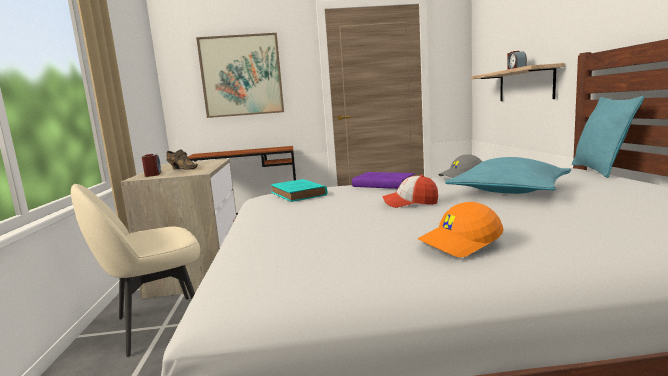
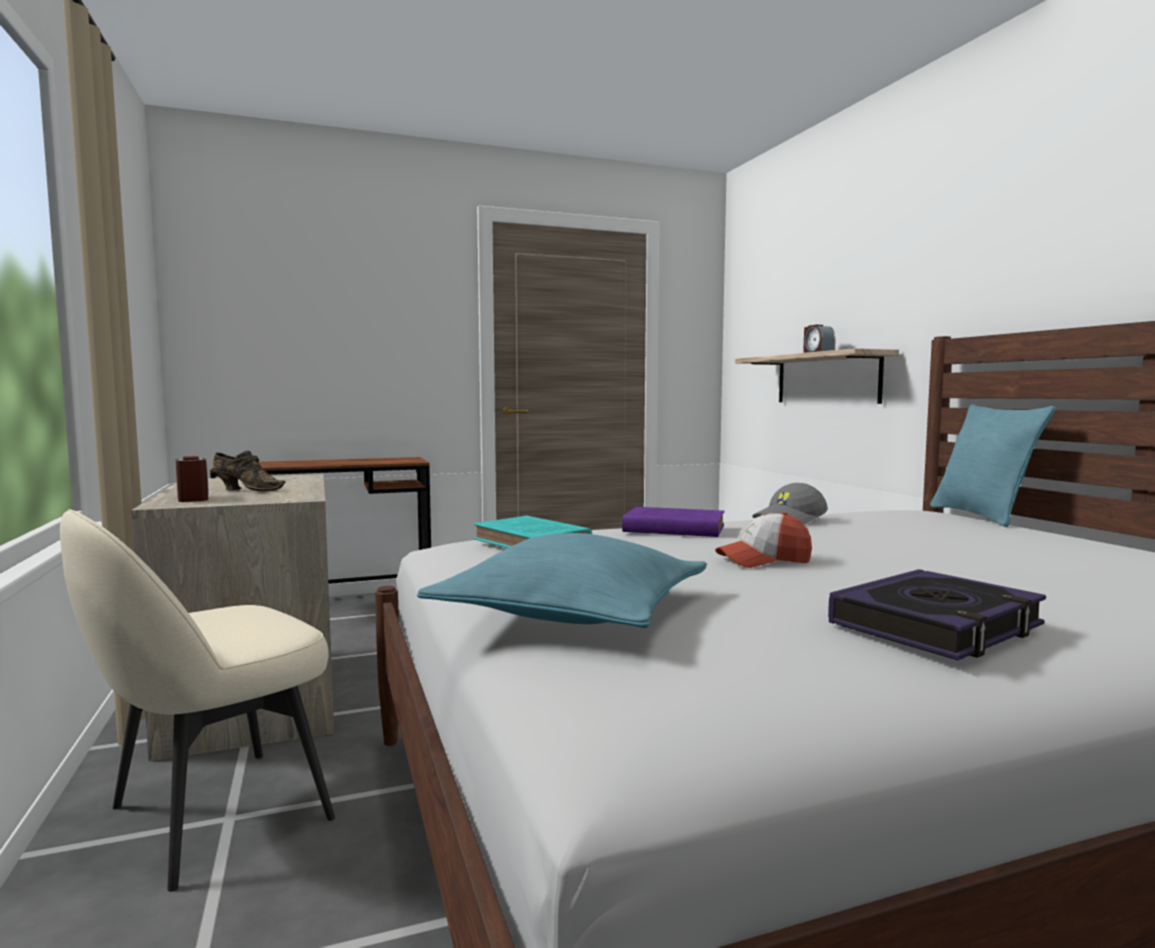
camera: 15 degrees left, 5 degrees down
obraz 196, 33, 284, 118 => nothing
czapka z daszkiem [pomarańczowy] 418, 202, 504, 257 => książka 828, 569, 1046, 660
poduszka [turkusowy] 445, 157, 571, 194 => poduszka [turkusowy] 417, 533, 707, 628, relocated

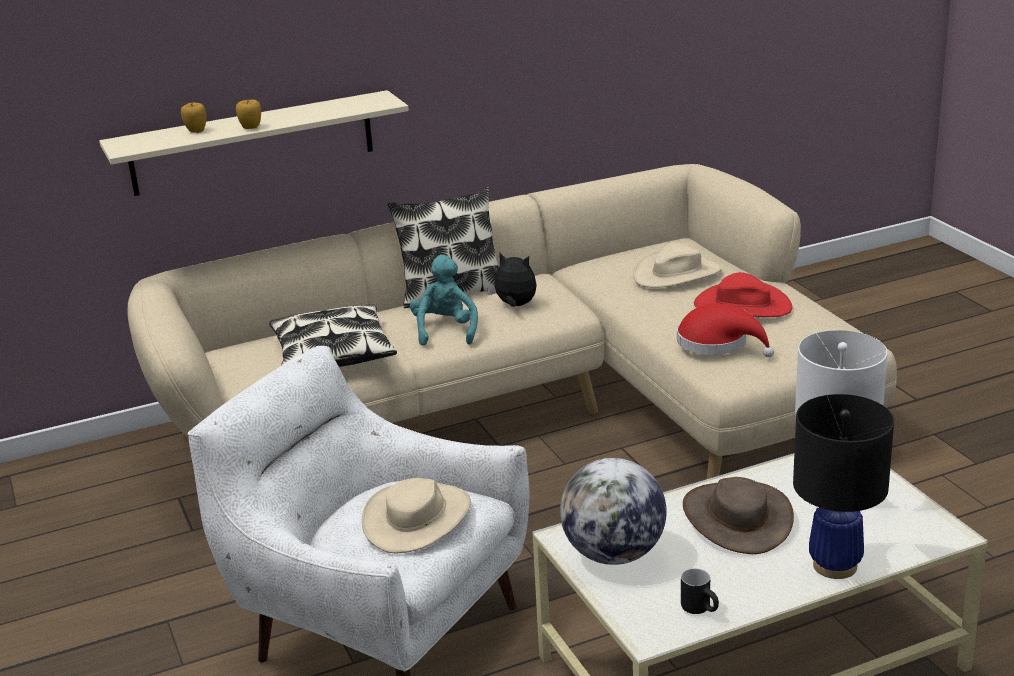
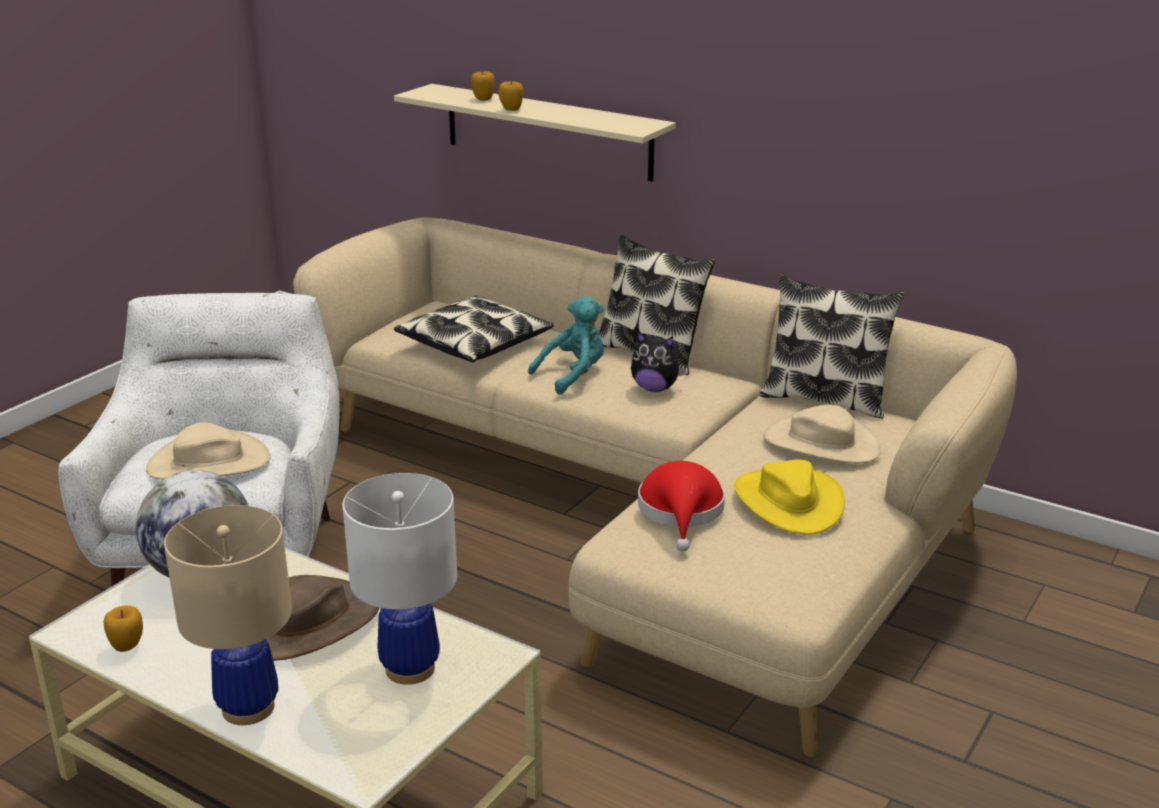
camera: 55 degrees right, 0 degrees up
pluszak 488, 253, 537, 307 => pluszak 631, 332, 686, 392, 120 degrees clockwise
kubek [czarny] 681, 568, 719, 614 => jabłko 104, 606, 143, 652
kapelusz [czerwony] 694, 272, 792, 317 => kapelusz [żółty] 734, 459, 845, 535
lampa stołowa [czarny] 793, 394, 894, 579 => lampa stołowa [beżowy] 164, 505, 292, 725
nothing => poduszka 760, 274, 904, 419

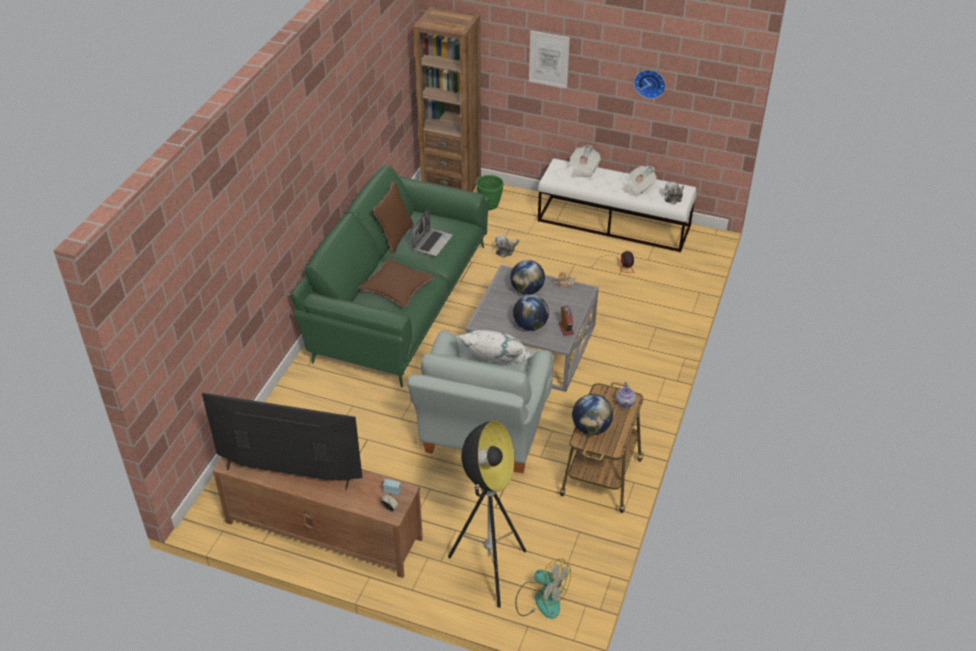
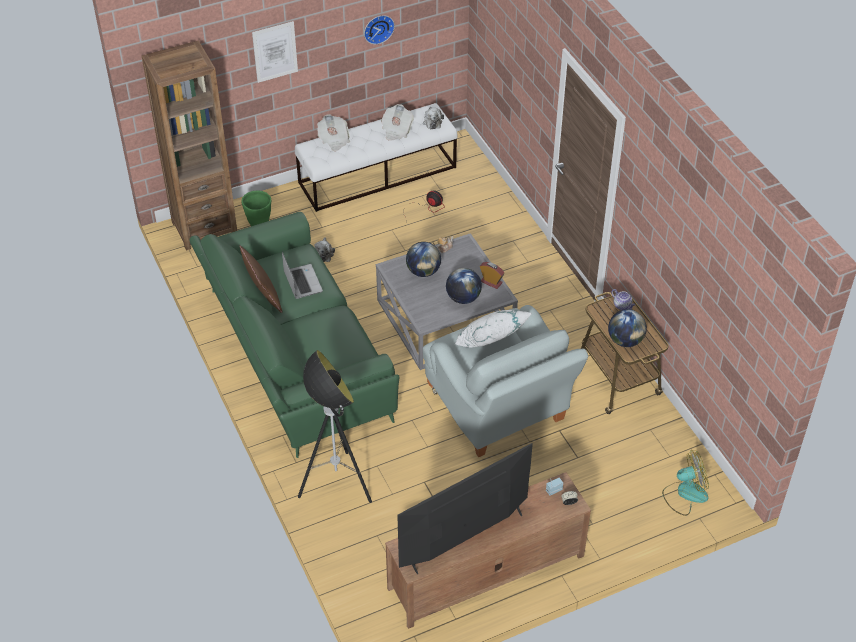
camera: 45 degrees left, 5 degrees up
poduszka [brązowy] 358, 259, 434, 307 => nothing
lampa stojąca 448, 421, 527, 608 => lampa stojąca 298, 350, 372, 503, relocated

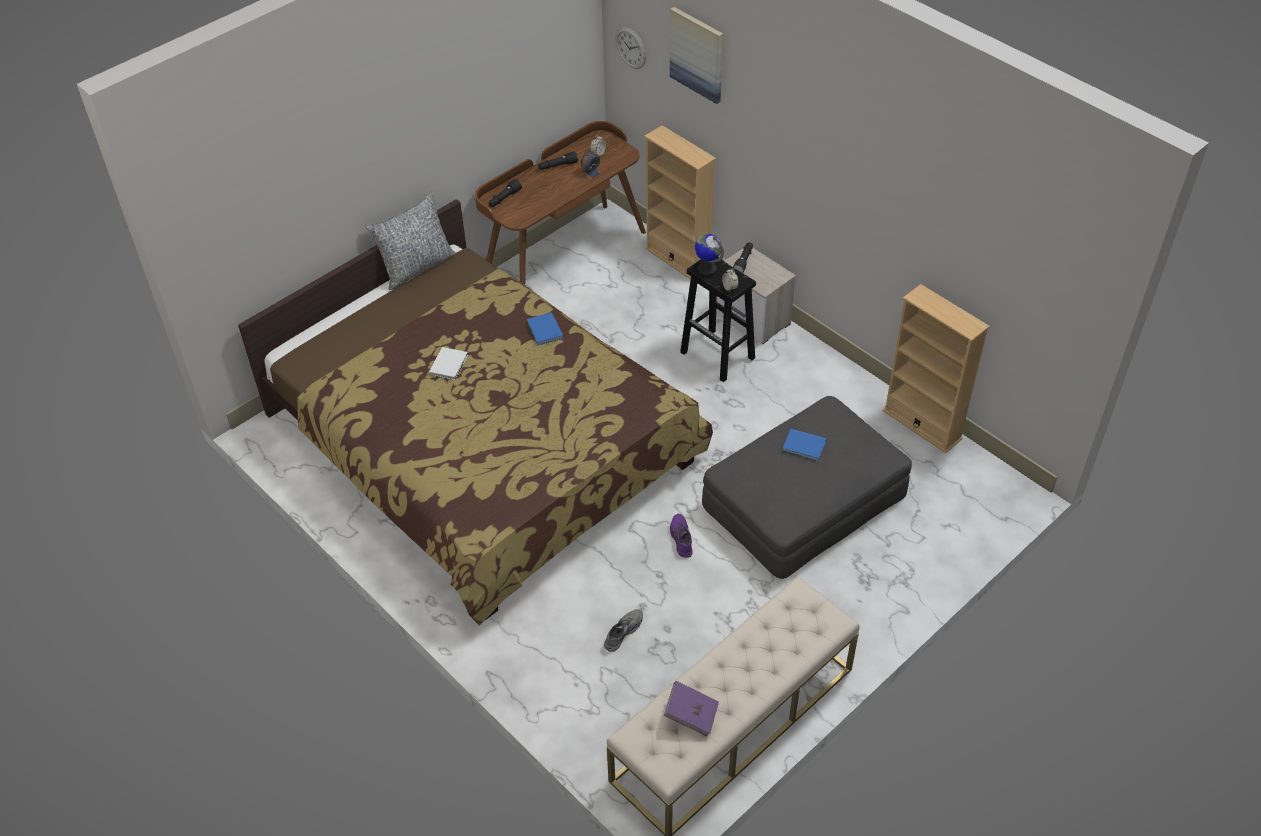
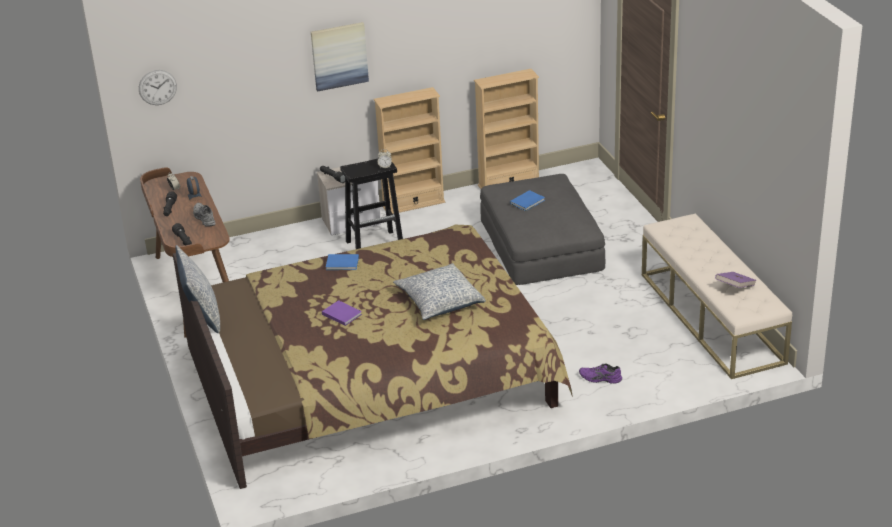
camera: 65 degrees left, 15 degrees down
książka [biały] 429, 347, 468, 380 => książka [fioletowy] 322, 300, 362, 326
but [szary] 604, 609, 643, 652 => but [szary] 193, 203, 215, 227, relocated
regał [beżowy] 644, 125, 716, 280 => regał [beżowy] 374, 87, 445, 214, relocated
obraz 670, 7, 723, 104 => obraz 311, 22, 369, 91, relocated
but [fioletowy] 670, 514, 692, 558 => but [fioletowy] 579, 363, 622, 384, relocated
globus 695, 234, 724, 276 => nothing
nothing => poduszka 393, 263, 486, 320

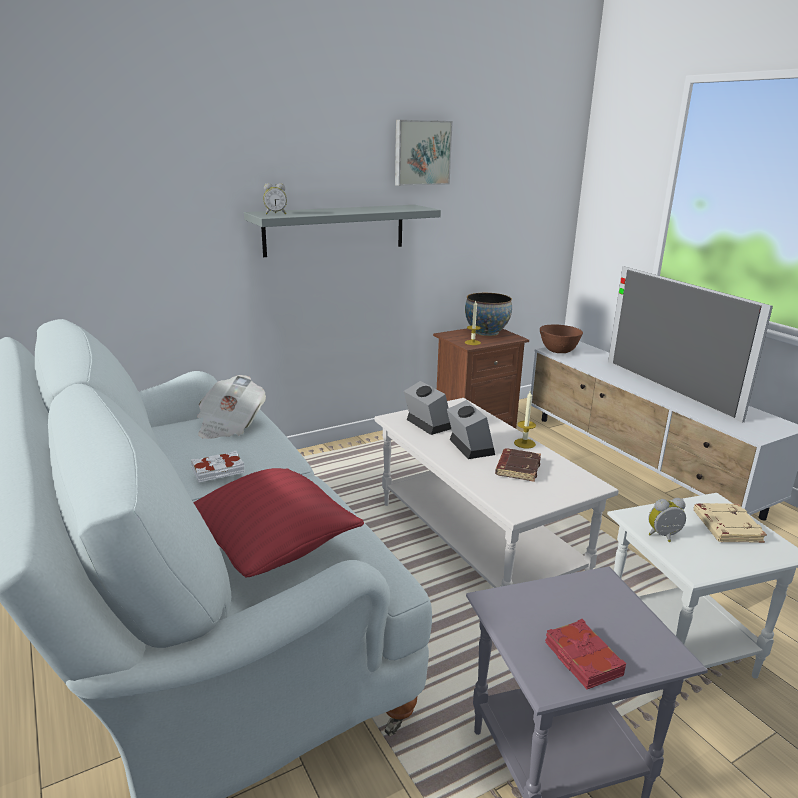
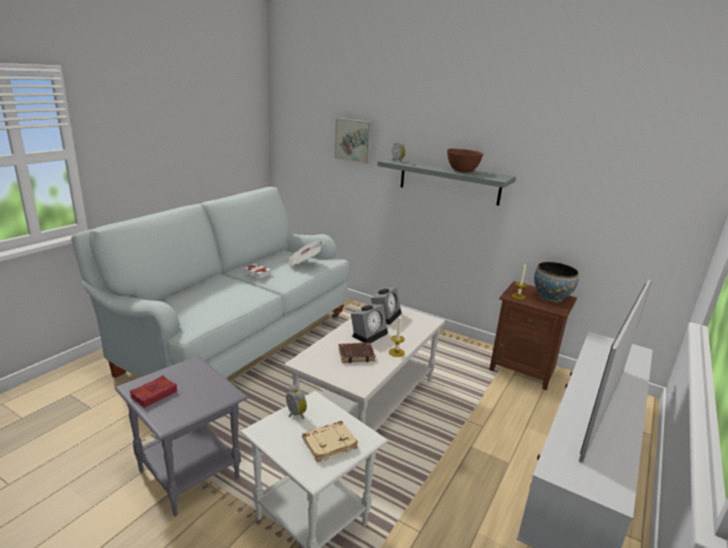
camera: 60 degrees right, 0 degrees up
poduszka [czerwony] 193, 468, 364, 577 => nothing
obraz 395, 120, 453, 186 => obraz 334, 118, 373, 164, relocated
miska [brązowy] 540, 324, 583, 353 => miska [brązowy] 447, 149, 484, 172, relocated

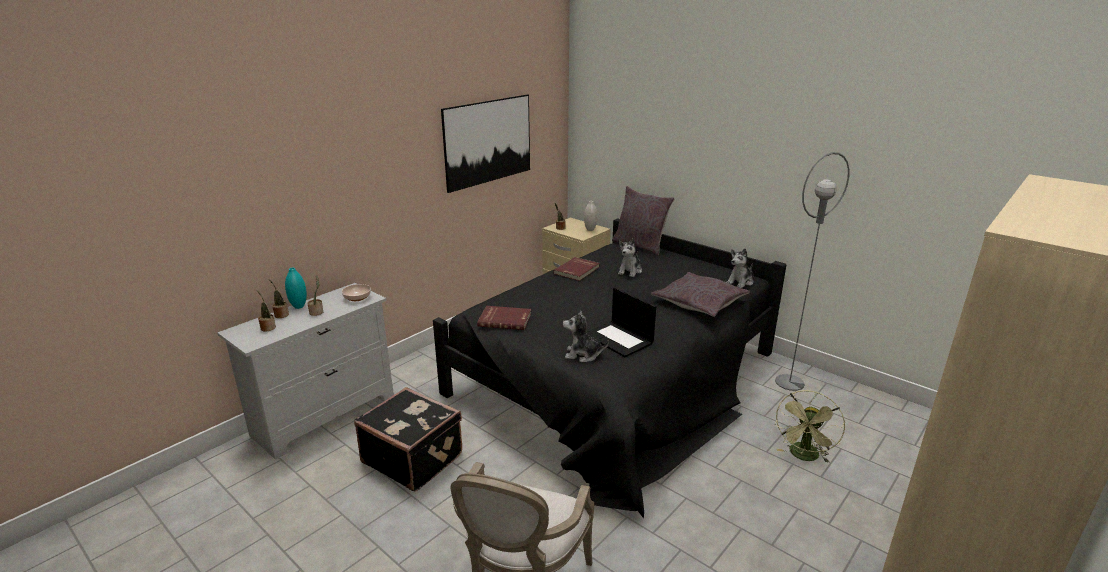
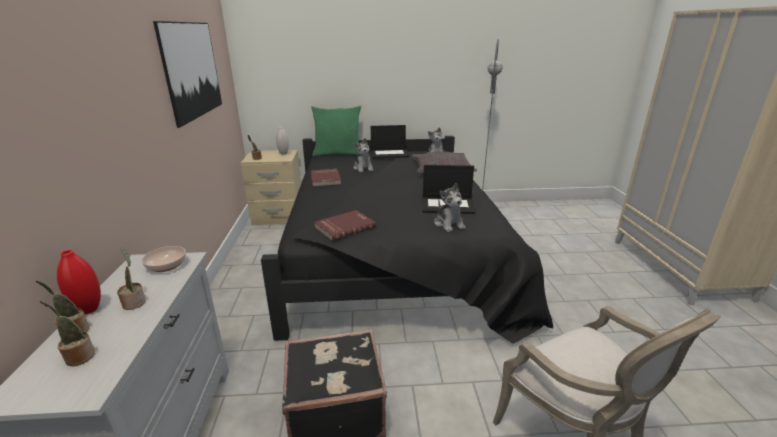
camera: 45 degrees left, 0 degrees up
wazon [turkusowy] 285, 268, 307, 309 => wazon [czerwony] 57, 250, 101, 314
pluszak 563, 311, 609, 362 => pluszak 434, 183, 465, 232, 75 degrees counterclockwise
poduszka [szary] 612, 186, 675, 256 => poduszka [zielony] 311, 106, 361, 156
wentylator [zielony] 775, 390, 845, 463 => nothing
nothing => laptop 371, 125, 409, 158

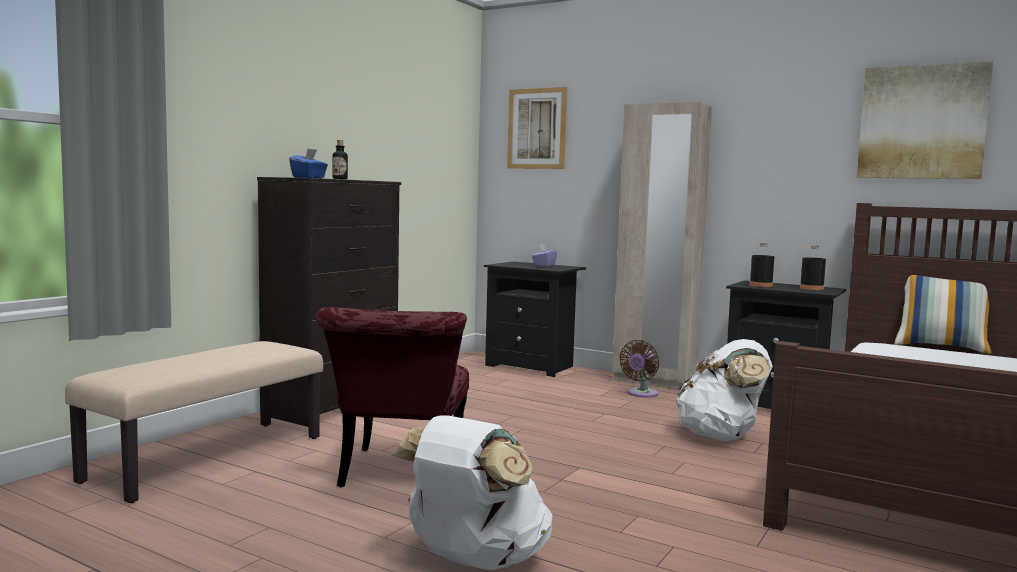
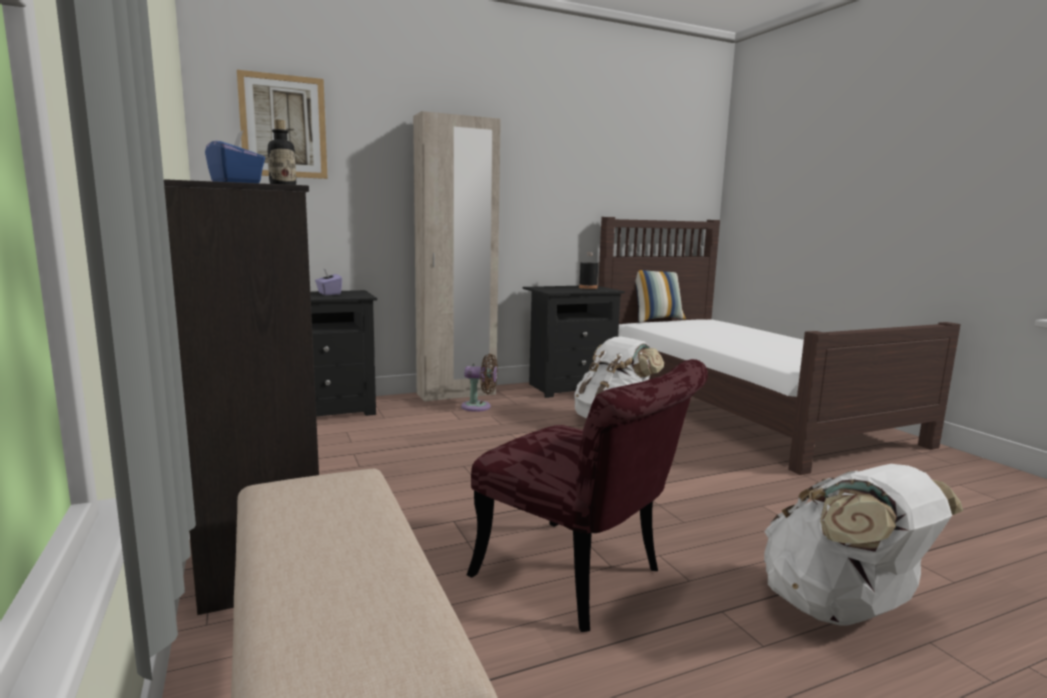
camera: 55 degrees left, 5 degrees up
wentylator [brązowy] 619, 340, 659, 398 => wentylator [brązowy] 461, 354, 498, 412, 60 degrees counterclockwise
butelka [czarny] 749, 243, 774, 287 => nothing
obraz 857, 61, 993, 179 => nothing

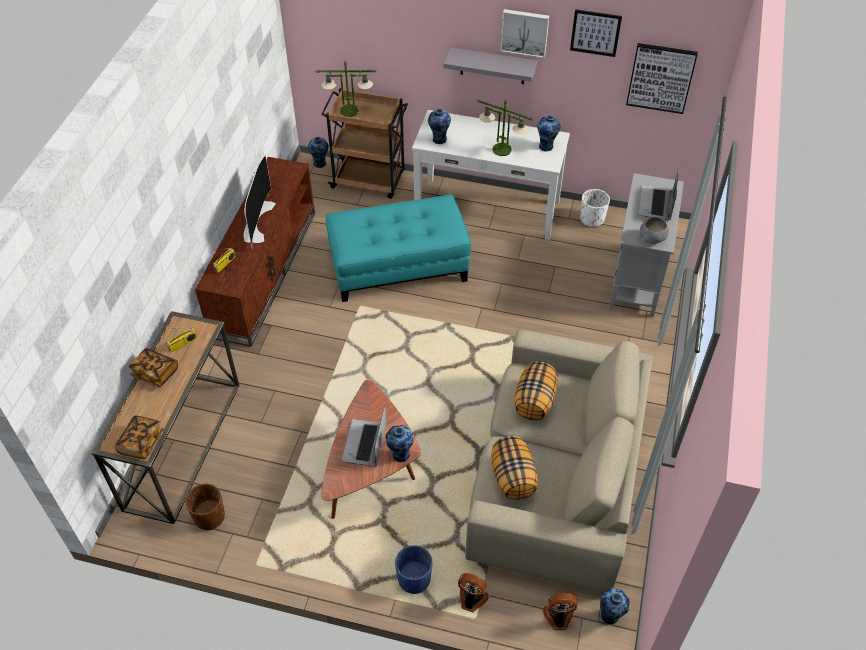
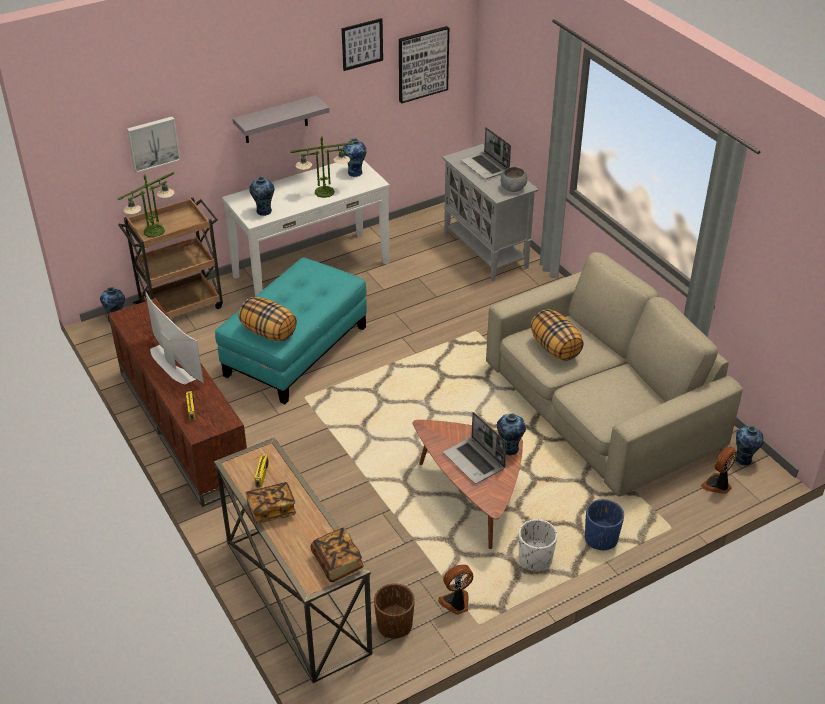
camera: 45 degrees left, 10 degrees down
wentylator 458, 573, 489, 613 => wentylator 438, 564, 473, 615, relocated
poduszka 491, 436, 538, 500 => poduszka 239, 297, 297, 341, relocated
obraz 500, 9, 549, 58 => obraz 127, 117, 180, 173, relocated
donica [biały] 580, 189, 610, 227 => donica [biały] 519, 519, 557, 572, relocated

